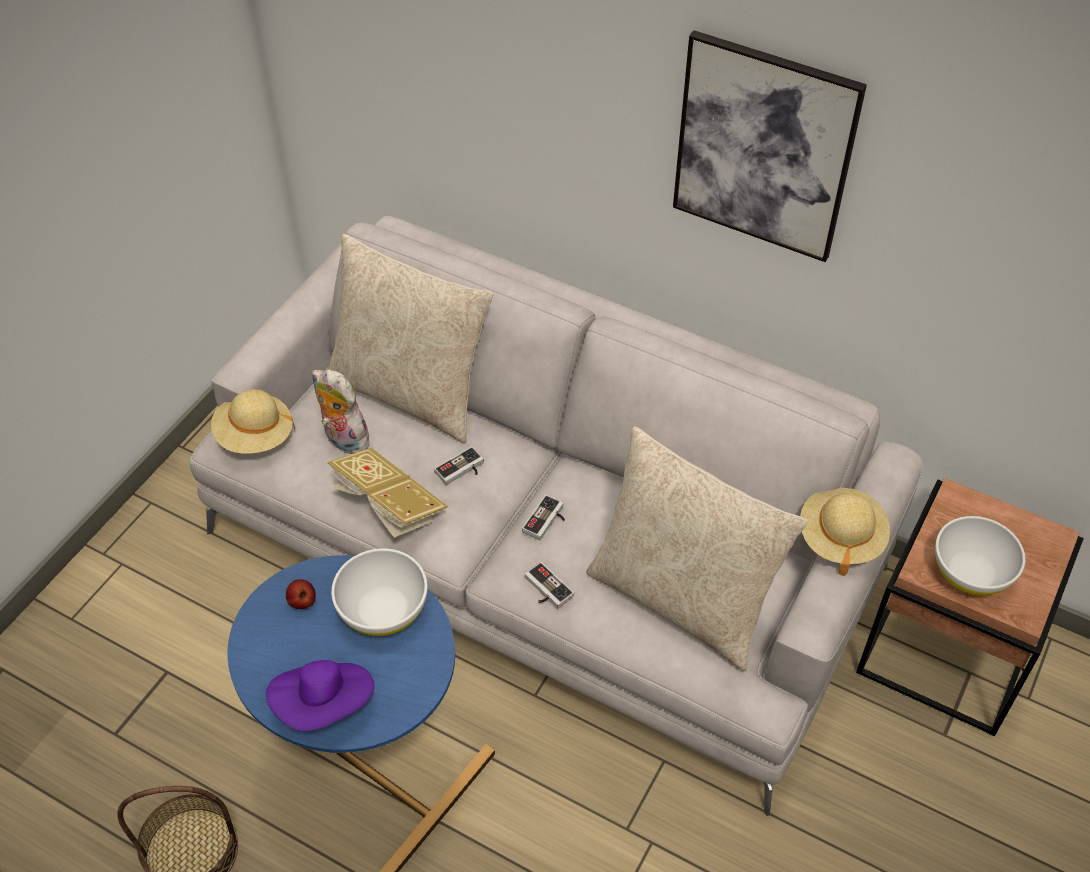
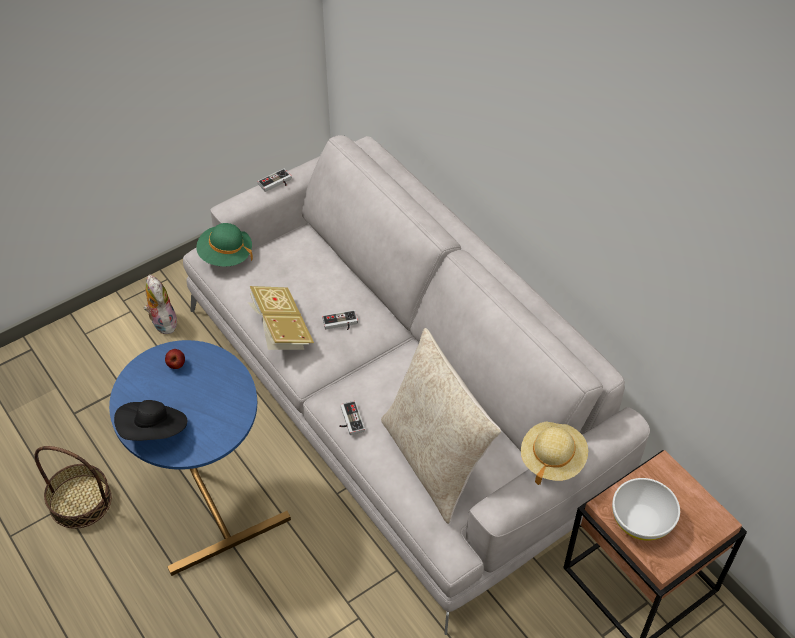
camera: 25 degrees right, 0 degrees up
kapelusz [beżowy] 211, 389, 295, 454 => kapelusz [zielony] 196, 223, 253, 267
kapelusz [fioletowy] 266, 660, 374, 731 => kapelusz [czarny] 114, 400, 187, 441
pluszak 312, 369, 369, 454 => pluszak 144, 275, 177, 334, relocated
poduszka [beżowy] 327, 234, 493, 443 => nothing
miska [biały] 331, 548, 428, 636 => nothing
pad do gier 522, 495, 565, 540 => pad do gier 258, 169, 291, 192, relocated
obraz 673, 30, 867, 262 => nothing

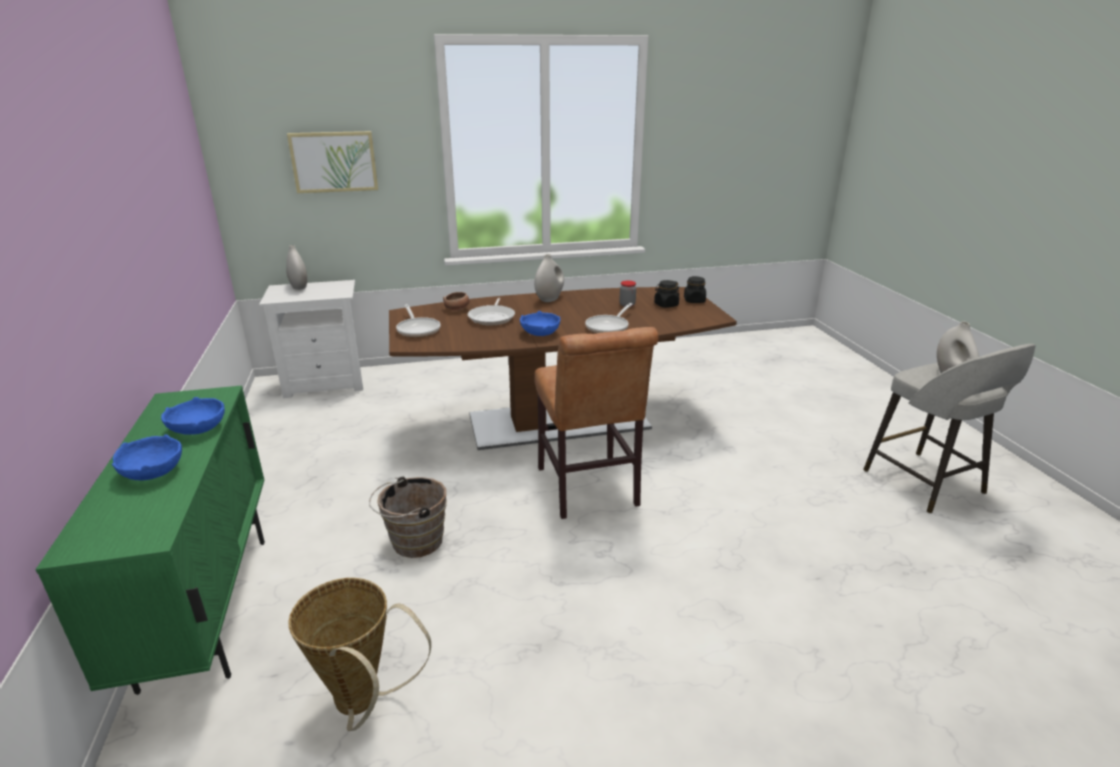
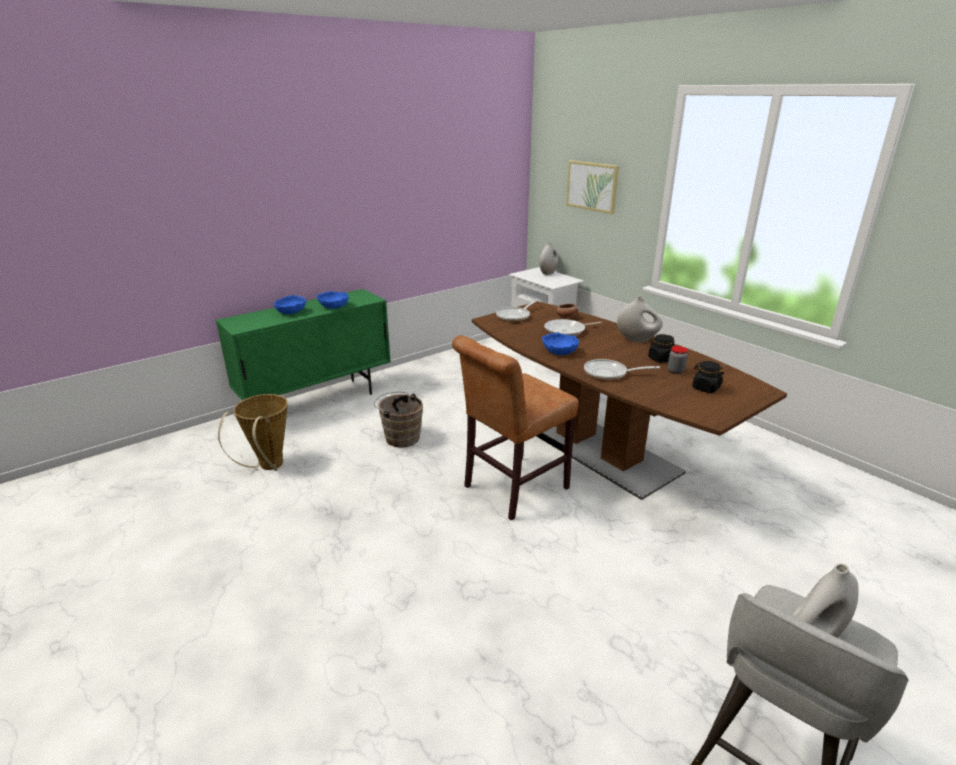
camera: 65 degrees right, 0 degrees up
słoik [czarny] 684, 276, 706, 303 => słoik [czarny] 648, 334, 675, 363, relocated

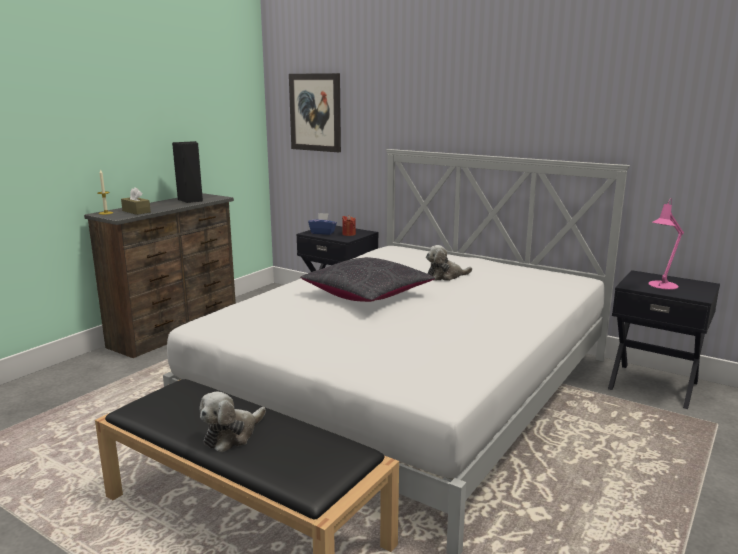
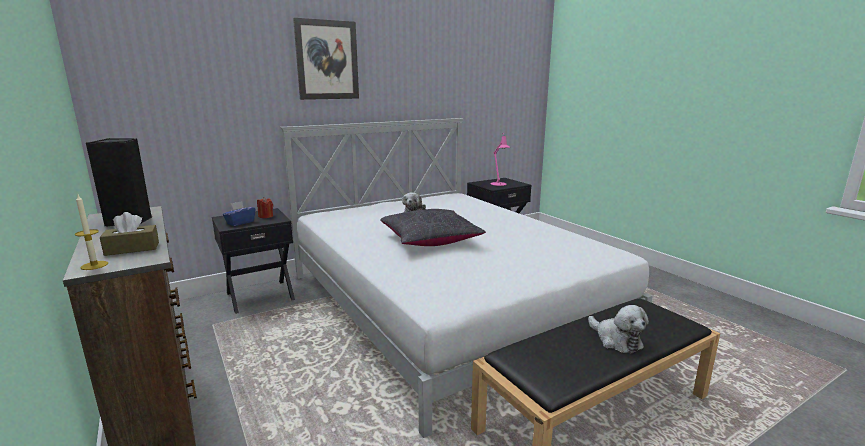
camera: 65 degrees left, 0 degrees up
obraz 289, 73, 341, 152 => obraz 293, 18, 359, 100, relocated

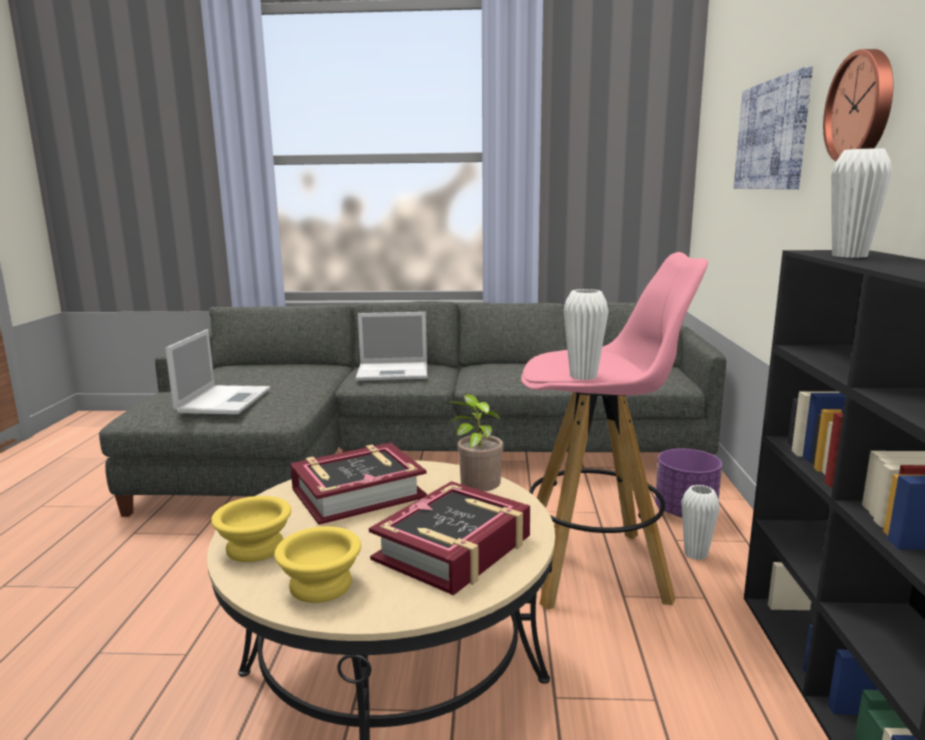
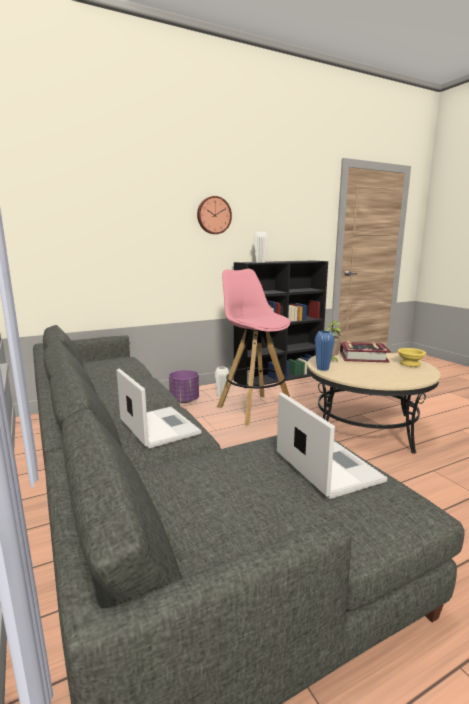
camera: 120 degrees left, 0 degrees up
laptop 165, 329, 270, 414 => laptop 277, 392, 387, 499, 90 degrees clockwise
miska [żółty] 211, 496, 291, 562 => nothing
książka 290, 443, 427, 525 => nothing
wazon [biały] 564, 289, 608, 380 => nothing
obraz 734, 66, 813, 189 => nothing
nothing => wazon [niebieski] 315, 331, 335, 371

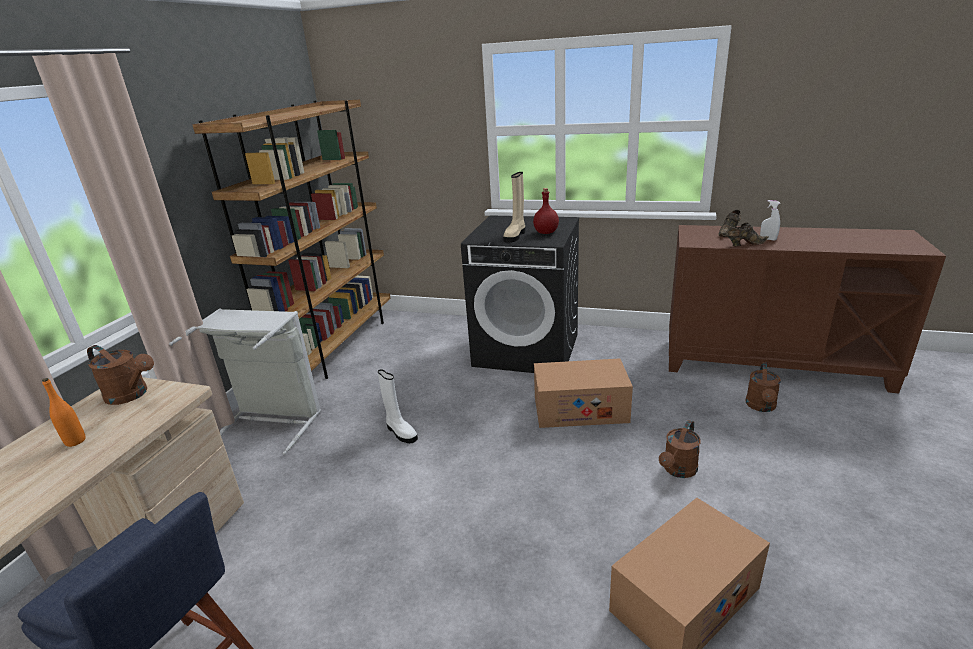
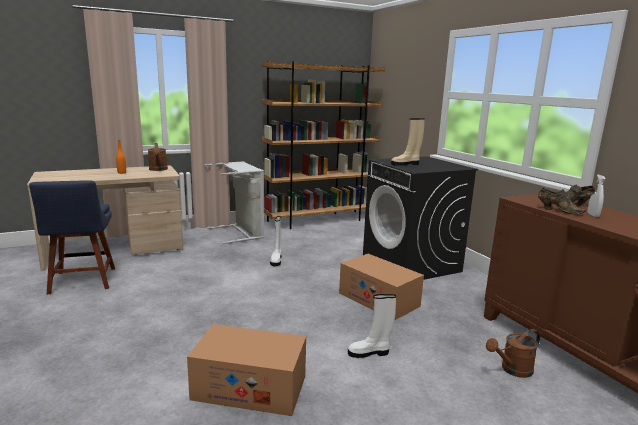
camera: 45 degrees right, 10 degrees down
butelka [czerwony] 533, 188, 559, 234 => nothing
konewka [brązowy] 659, 420, 701, 478 => but z cholewką [biały] 348, 294, 396, 358

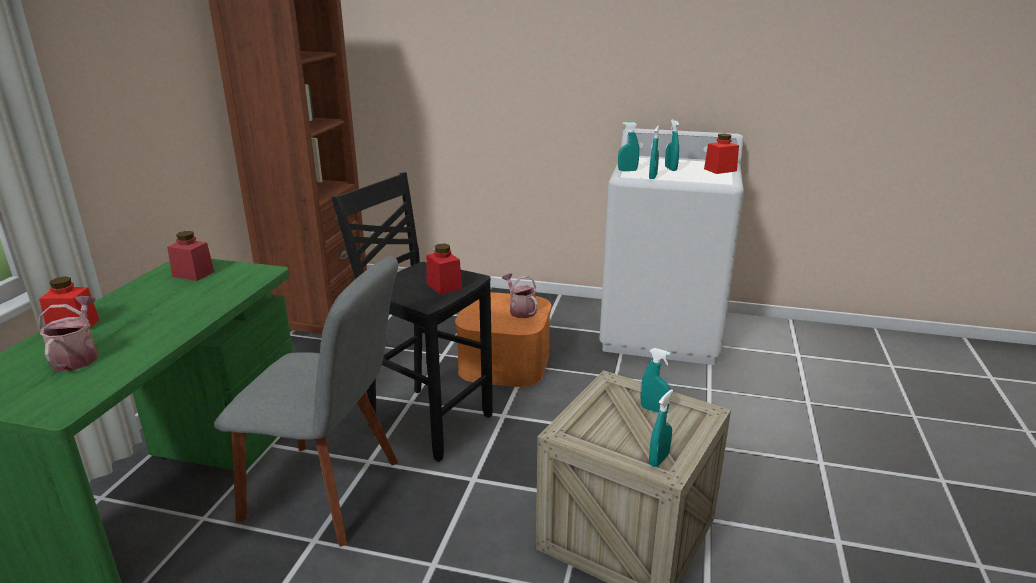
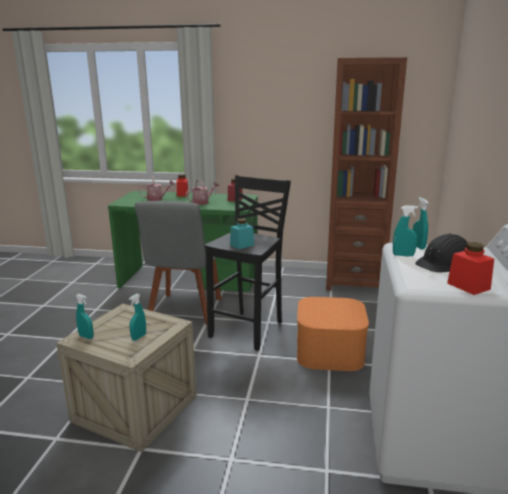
camera: 85 degrees right, 5 degrees down
słoik [czerwony] 426, 244, 462, 295 => słoik [turkusowy] 230, 218, 254, 249
konewka 502, 273, 538, 318 => konewka 186, 179, 219, 205, relocated
spryskiwacz [turkusowy] 665, 120, 679, 171 => kask [czarny] 415, 233, 468, 273

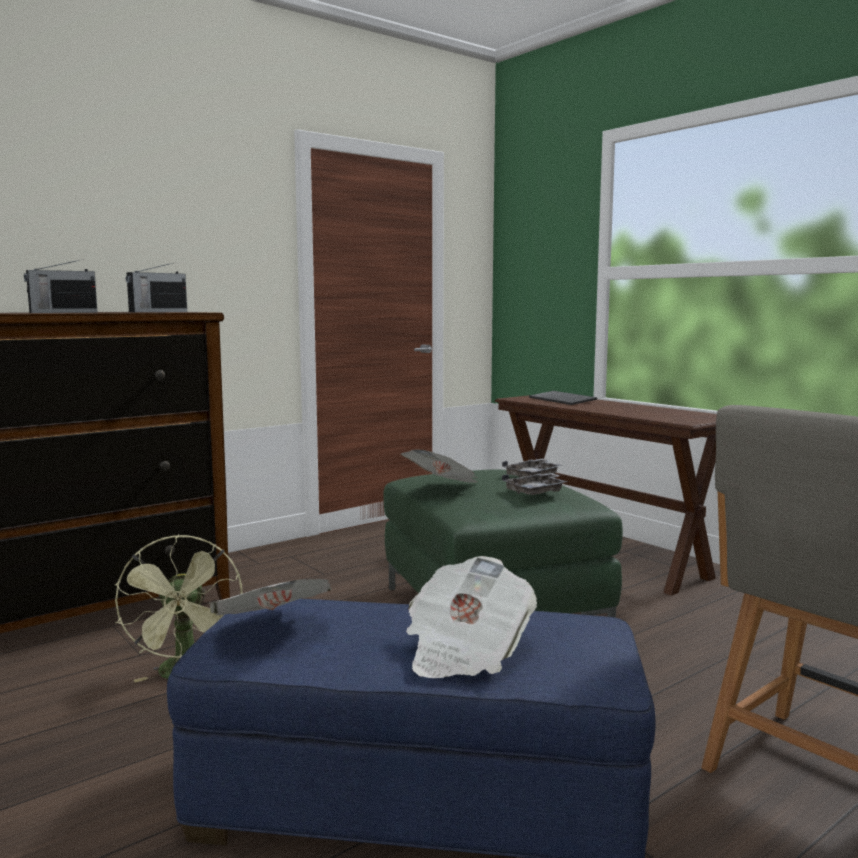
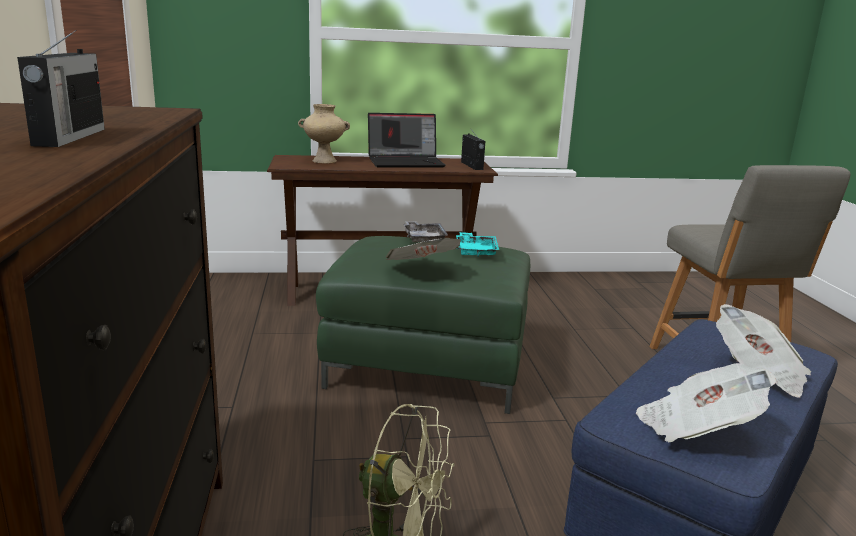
camera: 60 degrees left, 10 degrees up
radio 126, 262, 187, 312 => radio 461, 128, 485, 170, relocated
taca [szary] 502, 473, 569, 495 => taca [turkusowy] 456, 232, 499, 257
klawiatura 529, 391, 597, 405 => wazon [beżowy] 298, 104, 350, 163
nothing => laptop 368, 113, 446, 167

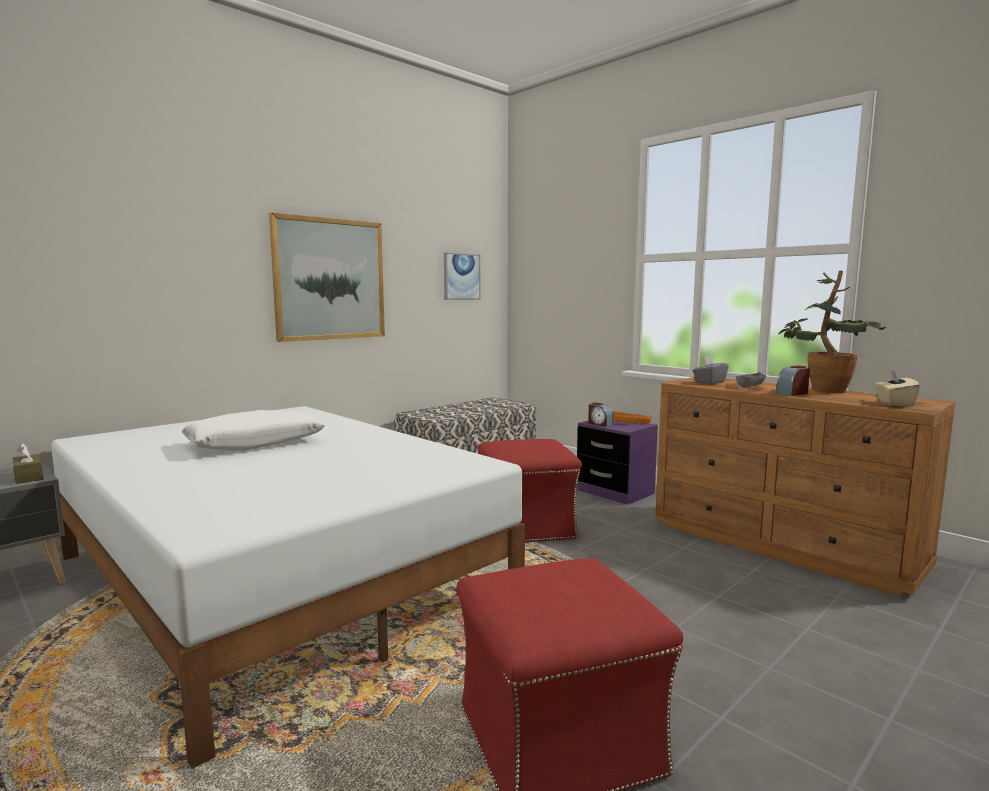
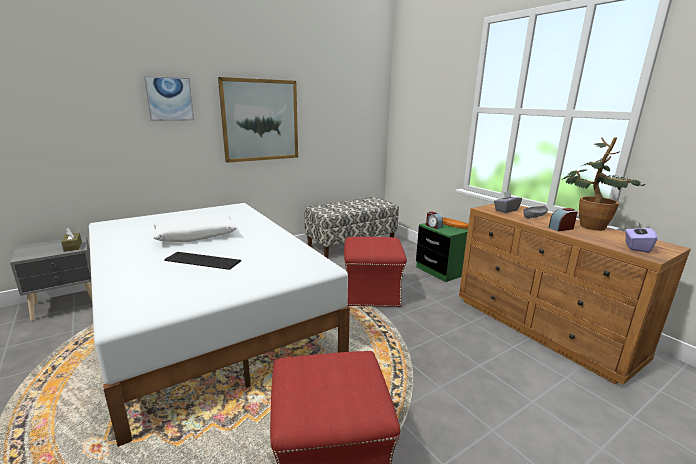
camera: 10 degrees right, 10 degrees up
obraz 444, 253, 480, 300 => obraz 144, 76, 194, 121, relocated
szafka nocna [fioletowy] 577, 421, 658, 505 => szafka nocna [zielony] 416, 223, 468, 282
pudełko chusteczek [beżowy] 875, 370, 920, 406 => pudełko chusteczek [fioletowy] 625, 223, 657, 253
nothing => klawiatura 164, 252, 241, 270

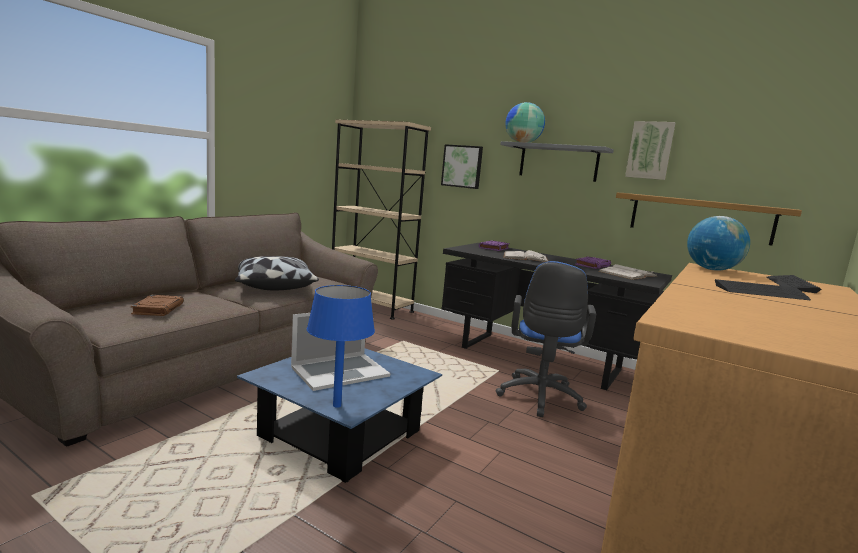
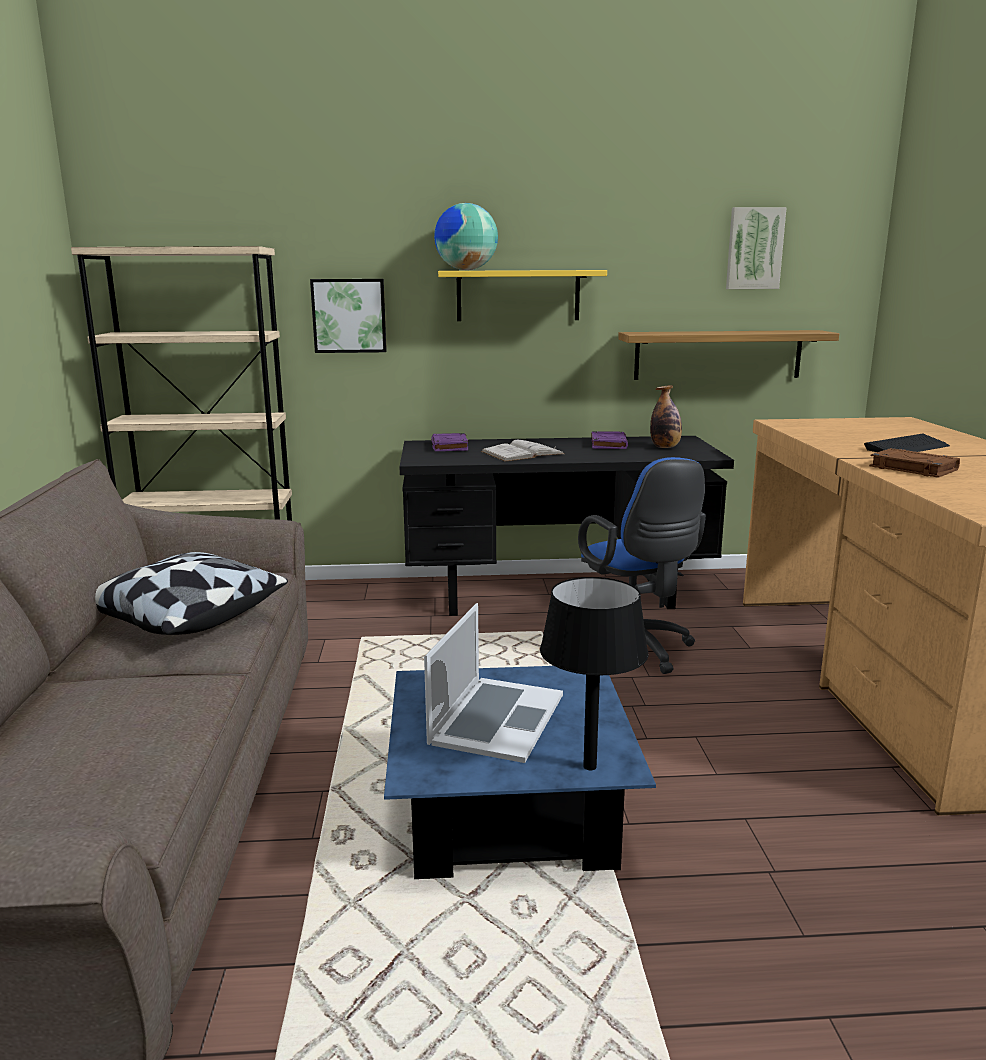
camera: 35 degrees left, 5 degrees up
książka [brązowy] 131, 295, 184, 316 => książka [brązowy] 869, 448, 960, 478, relocated
lampa stołowa [niebieski] 307, 285, 375, 408 => lampa stołowa [czarny] 540, 577, 649, 770
półka [szary] 500, 141, 614, 182 => półka [żółty] 438, 270, 607, 321
książka [biały] 598, 264, 657, 280 => butelka 650, 385, 682, 448
obraz 625, 121, 675, 180 => obraz 726, 207, 787, 289, relocated
globus 687, 216, 750, 271 => nothing
klawiatura 766, 275, 822, 293 => nothing

